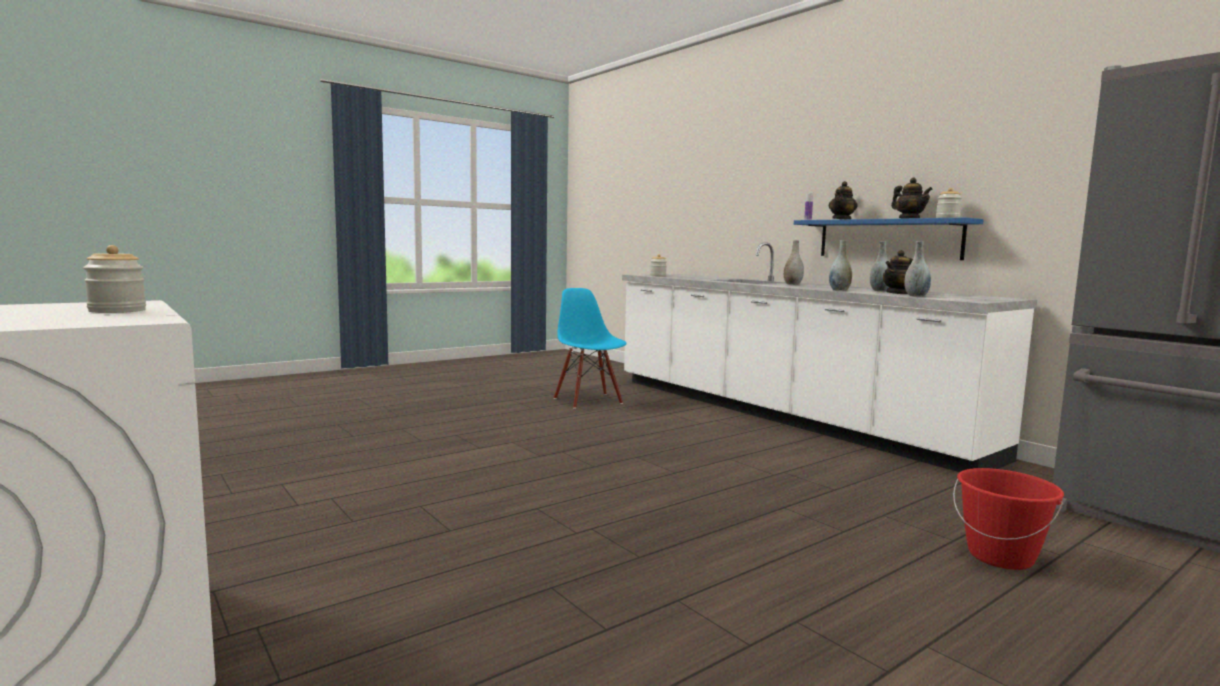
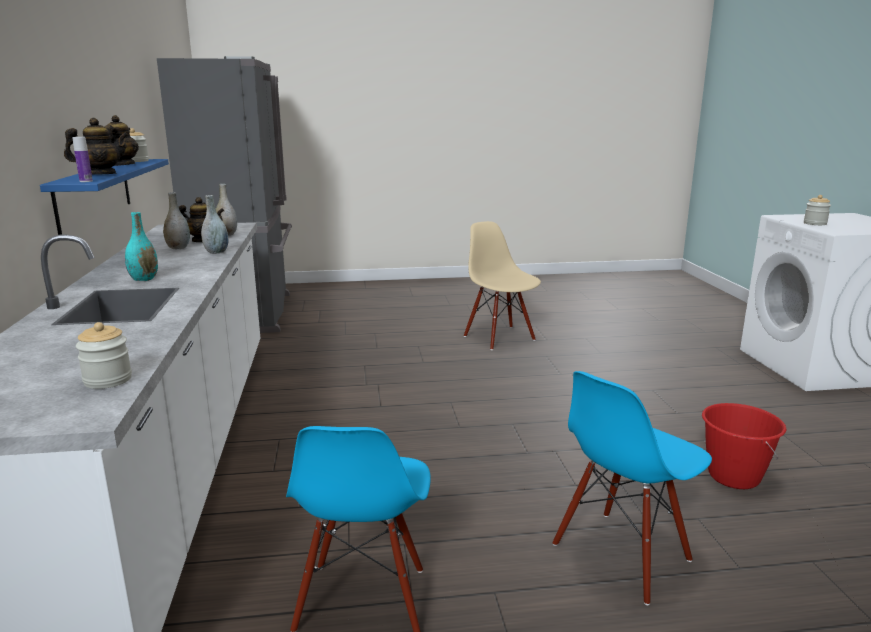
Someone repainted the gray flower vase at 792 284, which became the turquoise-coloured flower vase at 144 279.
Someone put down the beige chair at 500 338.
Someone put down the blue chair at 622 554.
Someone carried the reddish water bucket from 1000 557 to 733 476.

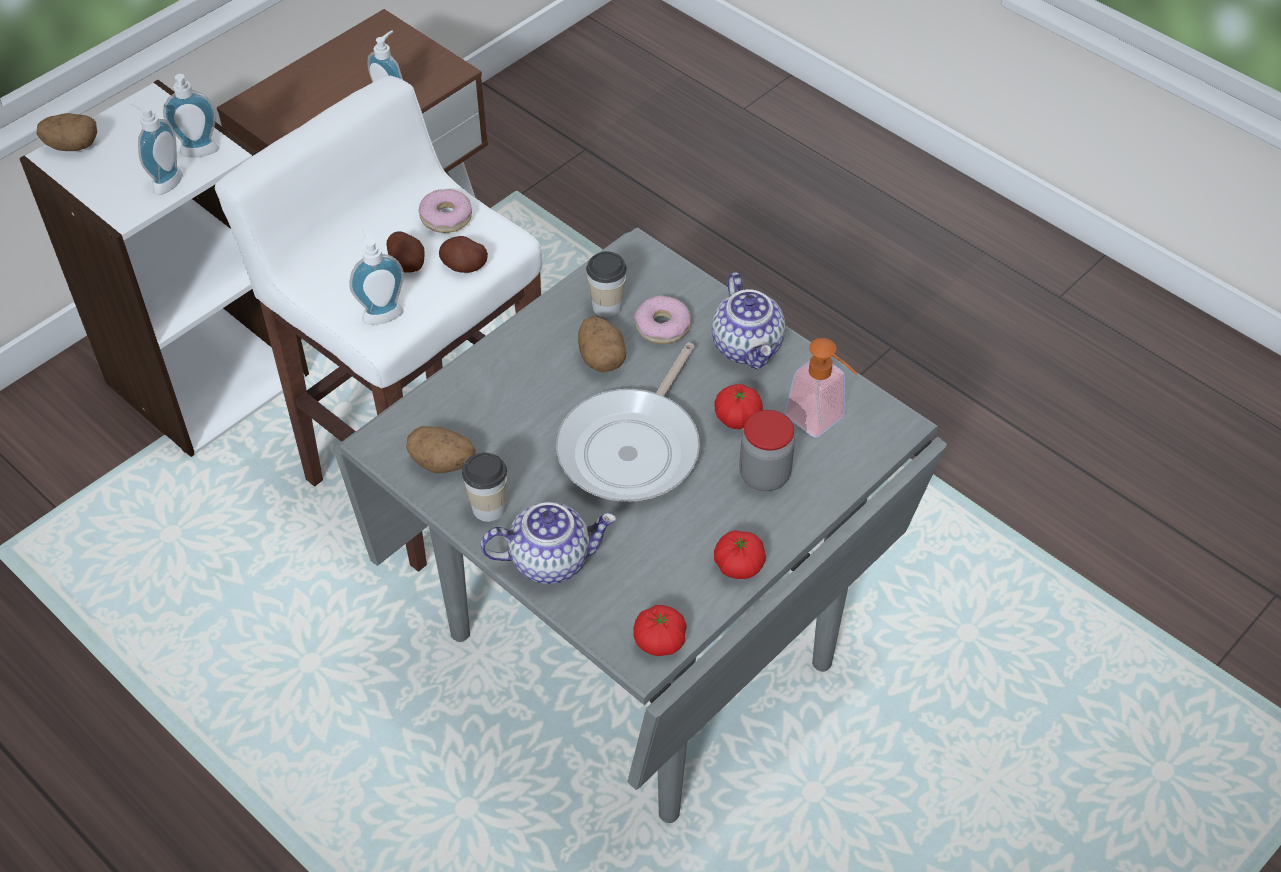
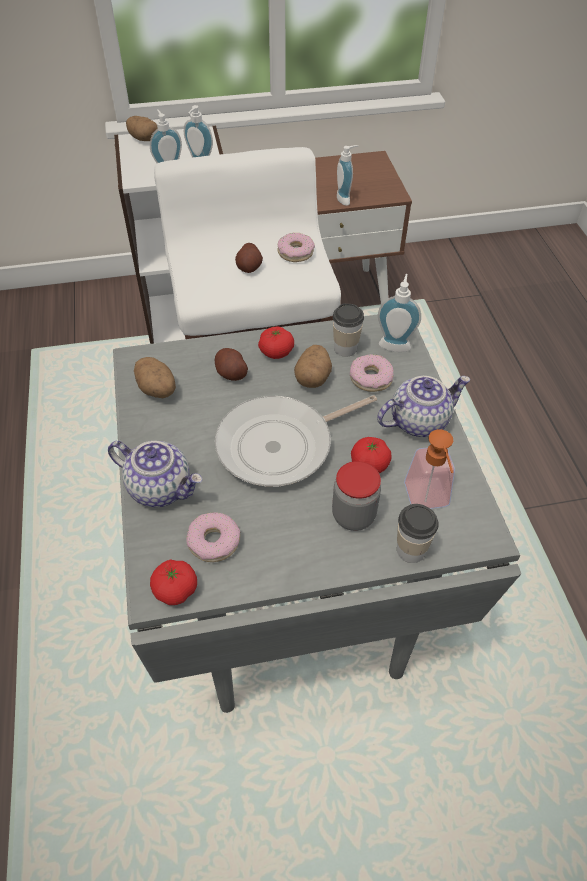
Someone put down the doughnut at 214 541.
Someone carried the whole potato from 464 266 to 231 373.
Someone carried the fresh tomato from 739 565 to 276 352.
Someone rotated the teapot at 748 347 by 135 degrees counterclockwise.
Someone carried the soap dispenser from 381 312 to 395 344.
Someone carried the small cup from 488 508 to 410 550.

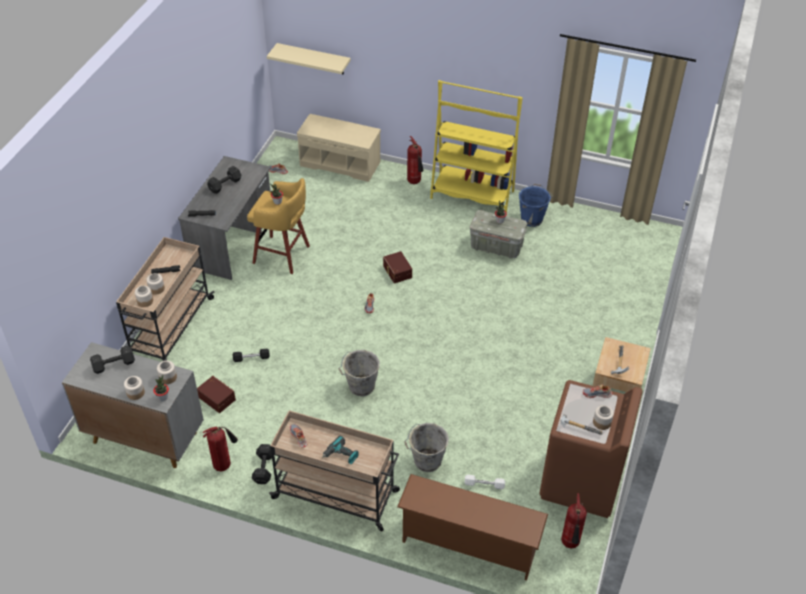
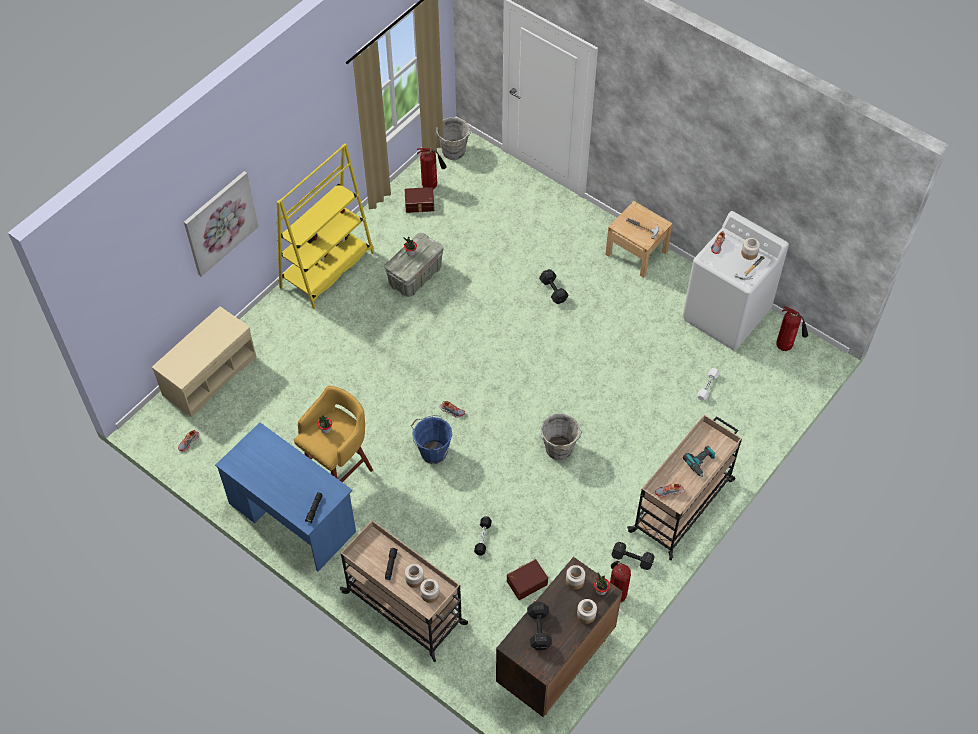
Someone put up the picture at 220 223.
Someone repainted the gray desk table at 232 242, which became the blue desk table at 292 517.
Someone carried the brown storage box from 396 272 to 419 204.
Someone carried the blue water bucket from 532 218 to 432 451.
Someone carried the fire extinguisher from 415 182 to 431 186.
Someone carried the gray water bucket from 426 461 to 453 152.
Someone repainted the gray cupboard at 144 437, which became the brown cupboard at 555 662.
Someone carried the black free weight from 226 185 to 553 290.
Someone repainted the brown washing machine at 581 481, which became the white-coloured washing machine at 726 315.
Someone took away the beige wall shelf at 313 59.
Someone took away the brown shoe shelf at 468 545.

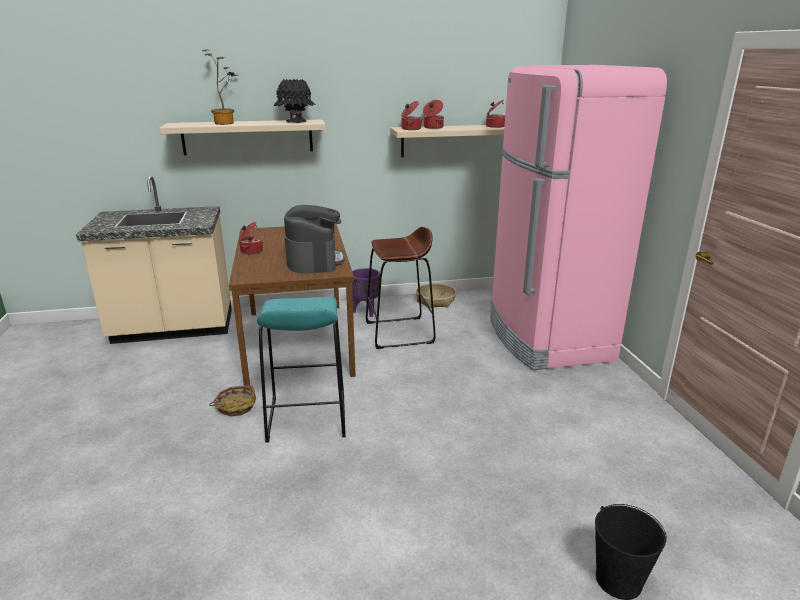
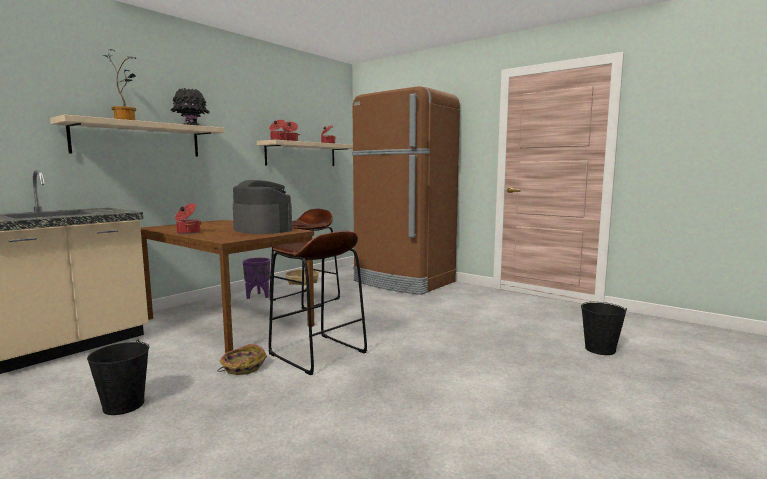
Someone put down the black water bucket at 123 405.
Someone repainted the turquoise-coloured stool at 306 417, which became the brown stool at 317 353.
Someone repainted the pink refrigerator at 547 339, which became the brown refrigerator at 403 282.

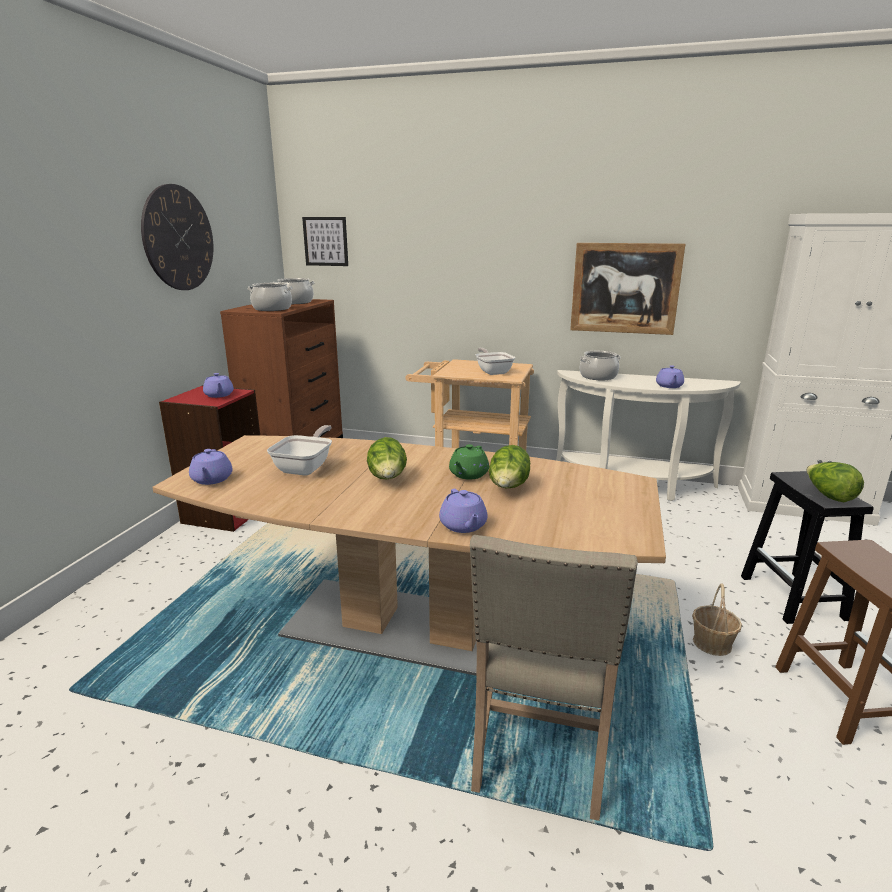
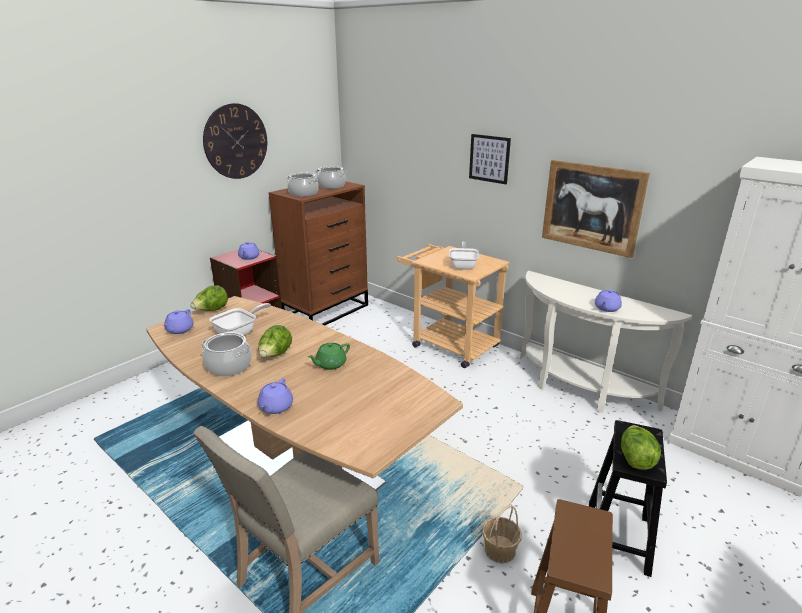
Someone carried the head of lettuce from 508 488 to 211 311.
Someone carried the cooking pot from 598 376 to 229 366.
Someone carried the picture from 325 241 to 489 158.

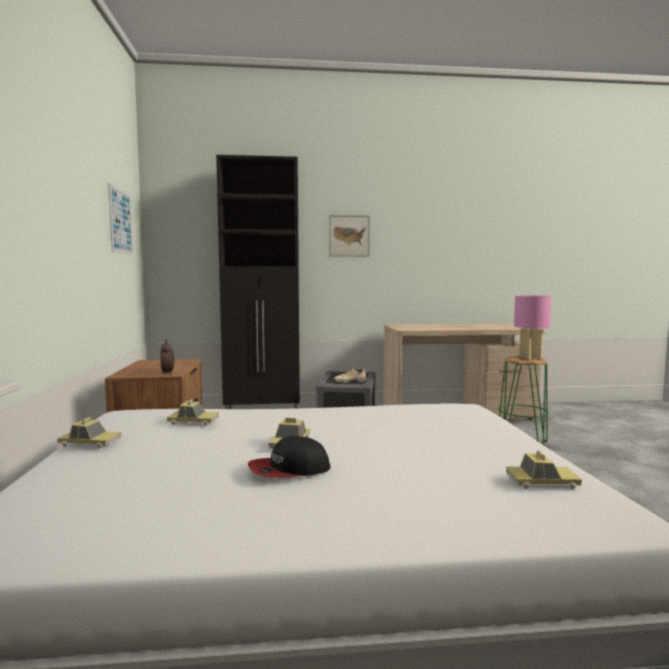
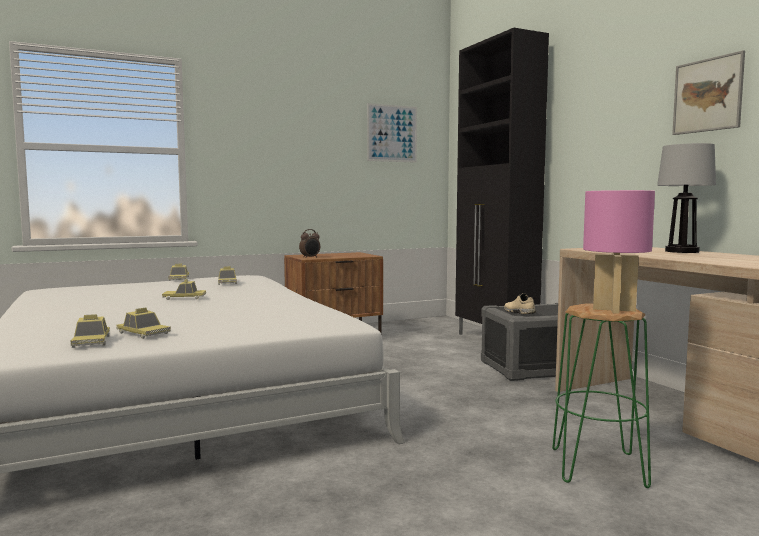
Someone put down the toy car at 143 333.
Someone put down the lamp for a table at 682 251.
Someone carried the picture from 349 236 to 707 95.
Someone took away the cap at 289 470.

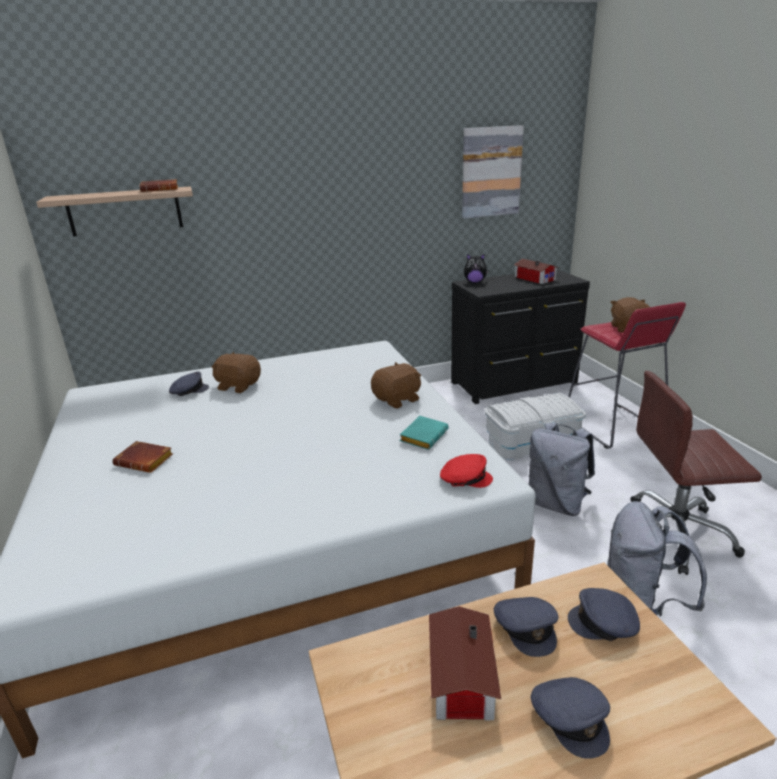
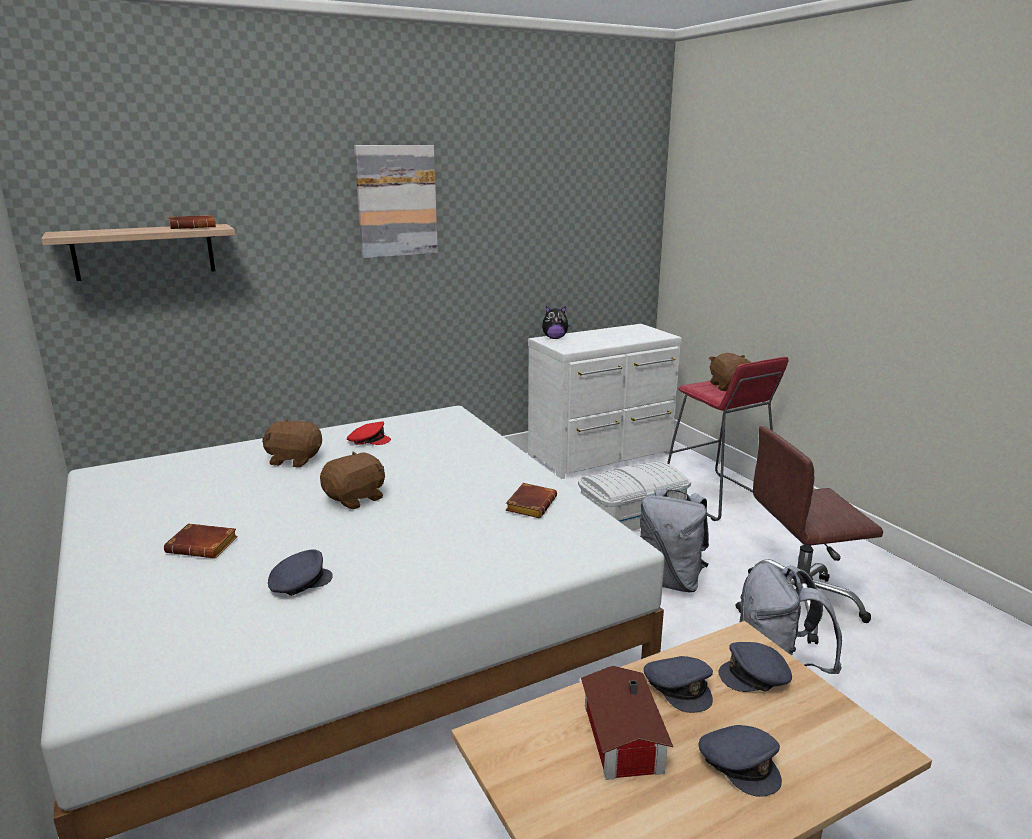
Someone carried the gray cap from 188 390 to 299 583.
Someone carried the brown plush toy from 397 400 to 356 499.
Someone carried the reddish cap from 465 478 to 368 440.
Someone carried the picture from 491 172 to 396 201.
Someone repainted the turquoise-coloured bound book at 423 436, which became the brown bound book at 530 504.
Someone repainted the black drawer chest at 515 384, which became the white-coloured drawer chest at 603 455.
Someone took away the model house at 534 278.

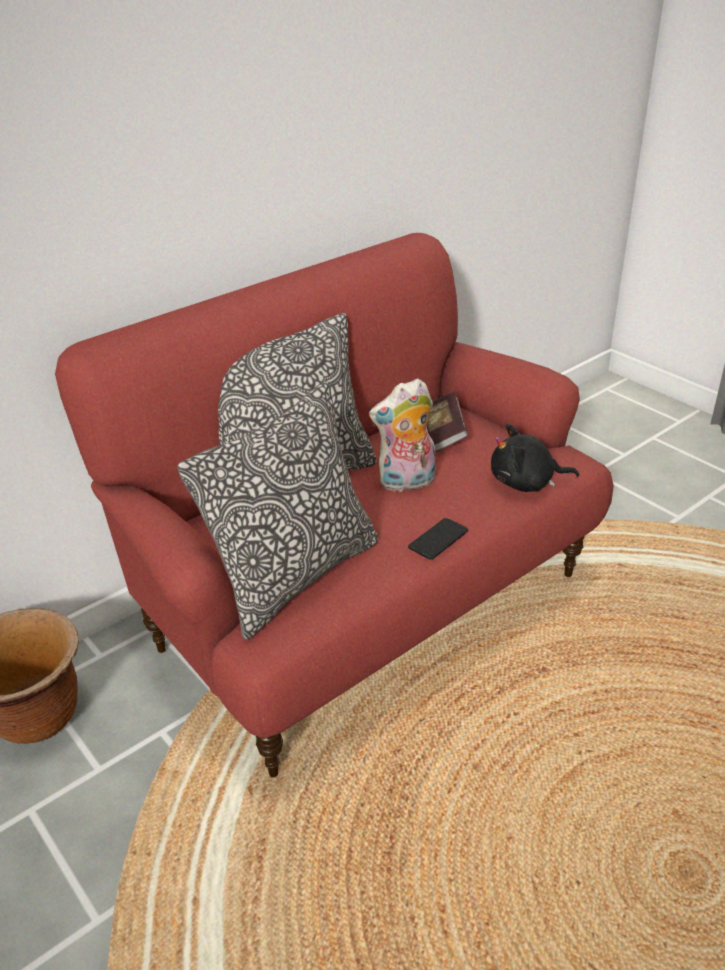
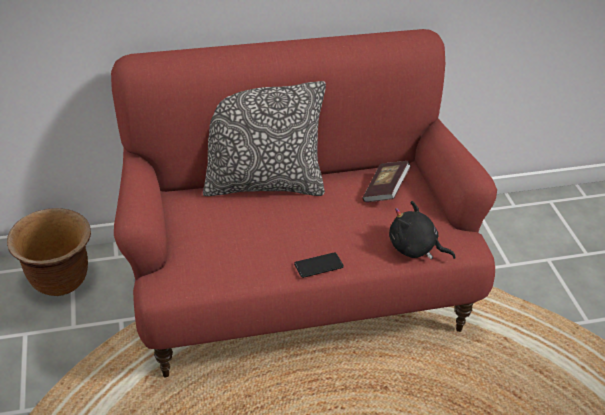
Someone took away the cushion at 295 576.
Someone took away the plush toy at 406 483.

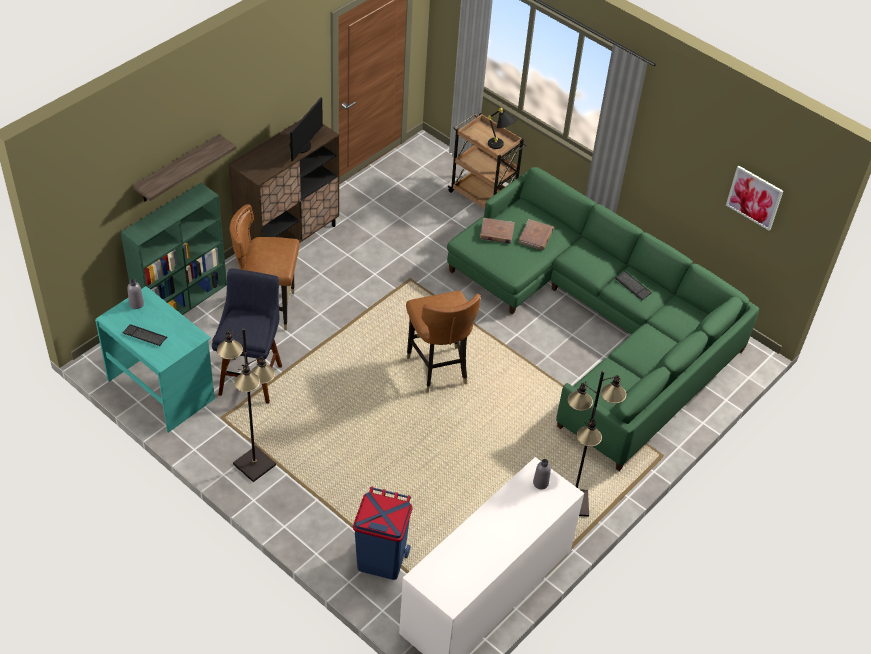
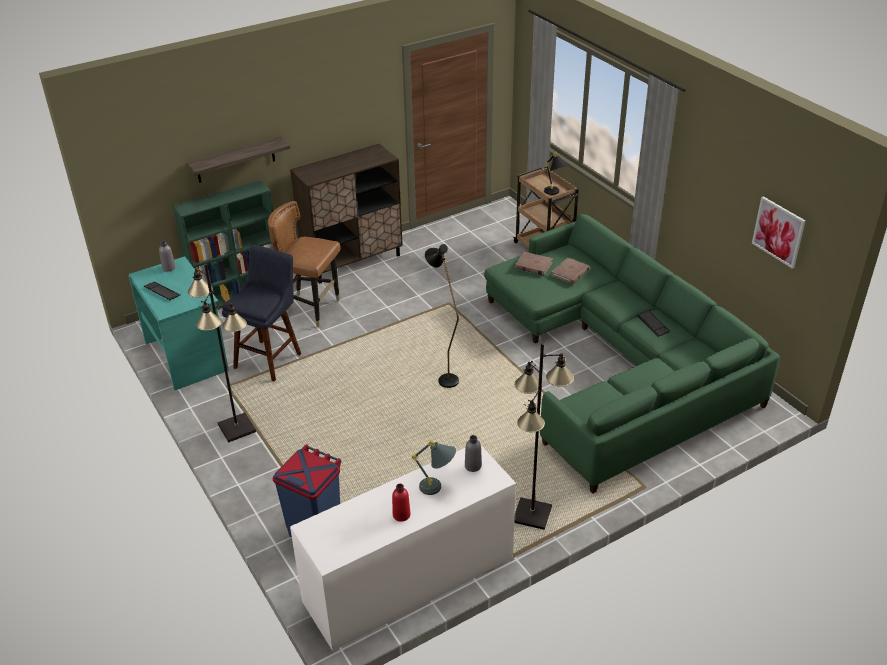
Someone put down the reddish drink bottle at 401 515.
Someone put down the gray lamp for a table at 438 488.
Someone swapped the brown chair at 438 369 for the black standing lamp at 444 377.
Someone took away the computer screen at 302 147.

